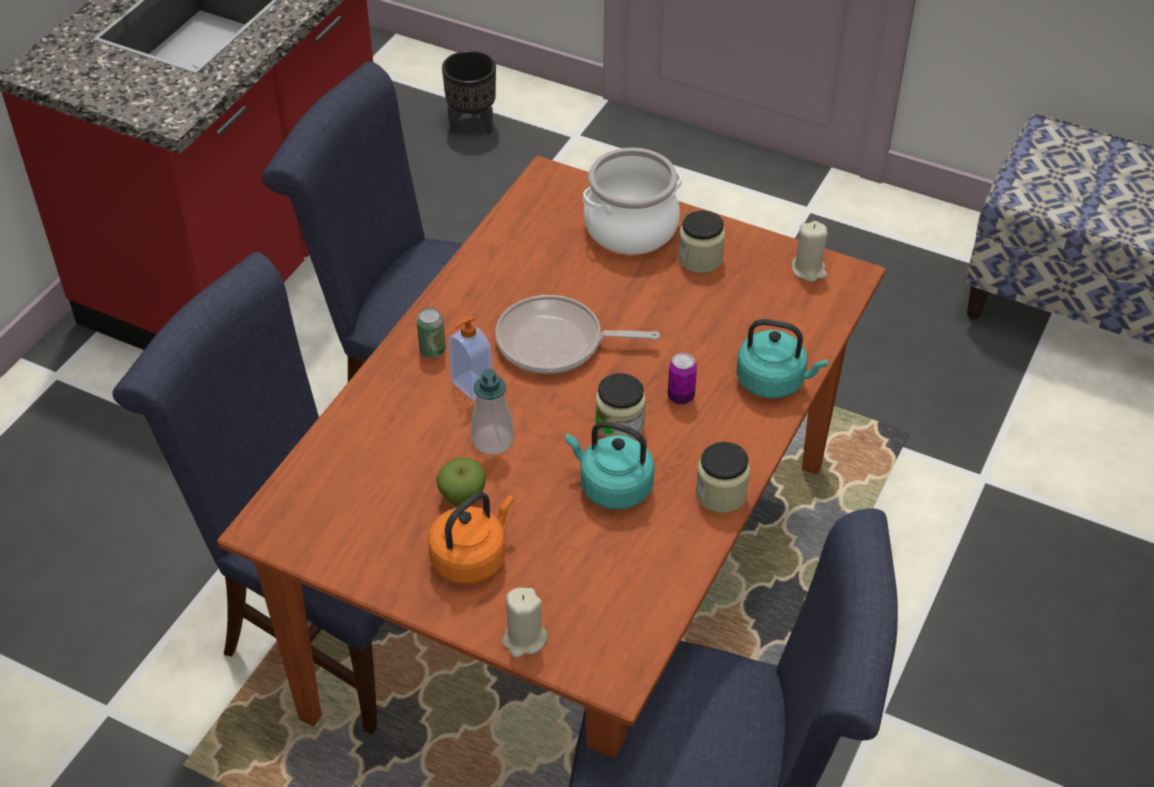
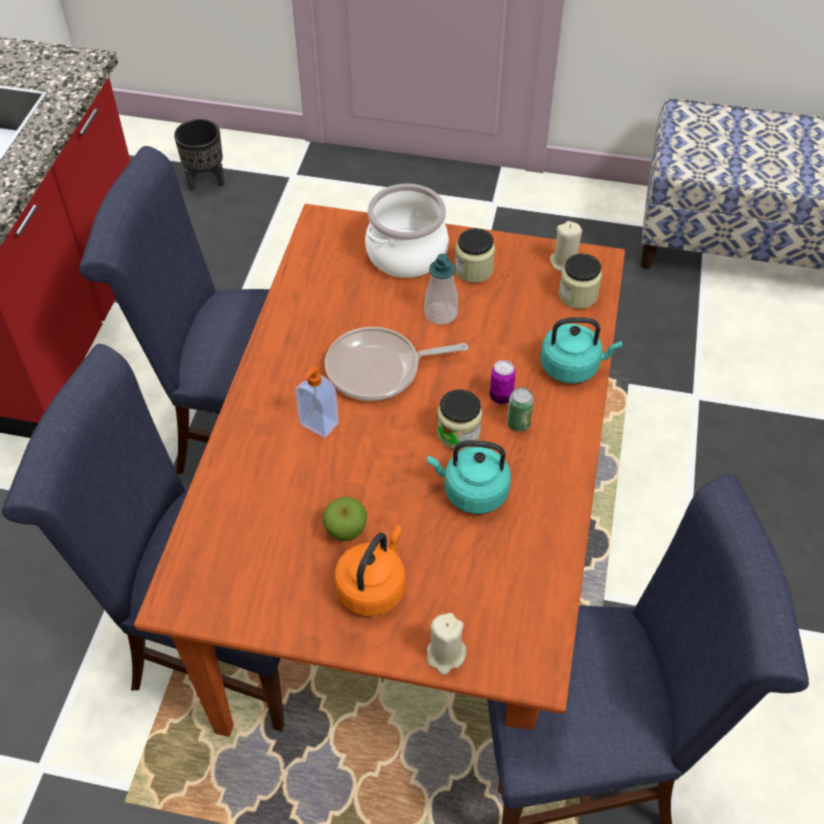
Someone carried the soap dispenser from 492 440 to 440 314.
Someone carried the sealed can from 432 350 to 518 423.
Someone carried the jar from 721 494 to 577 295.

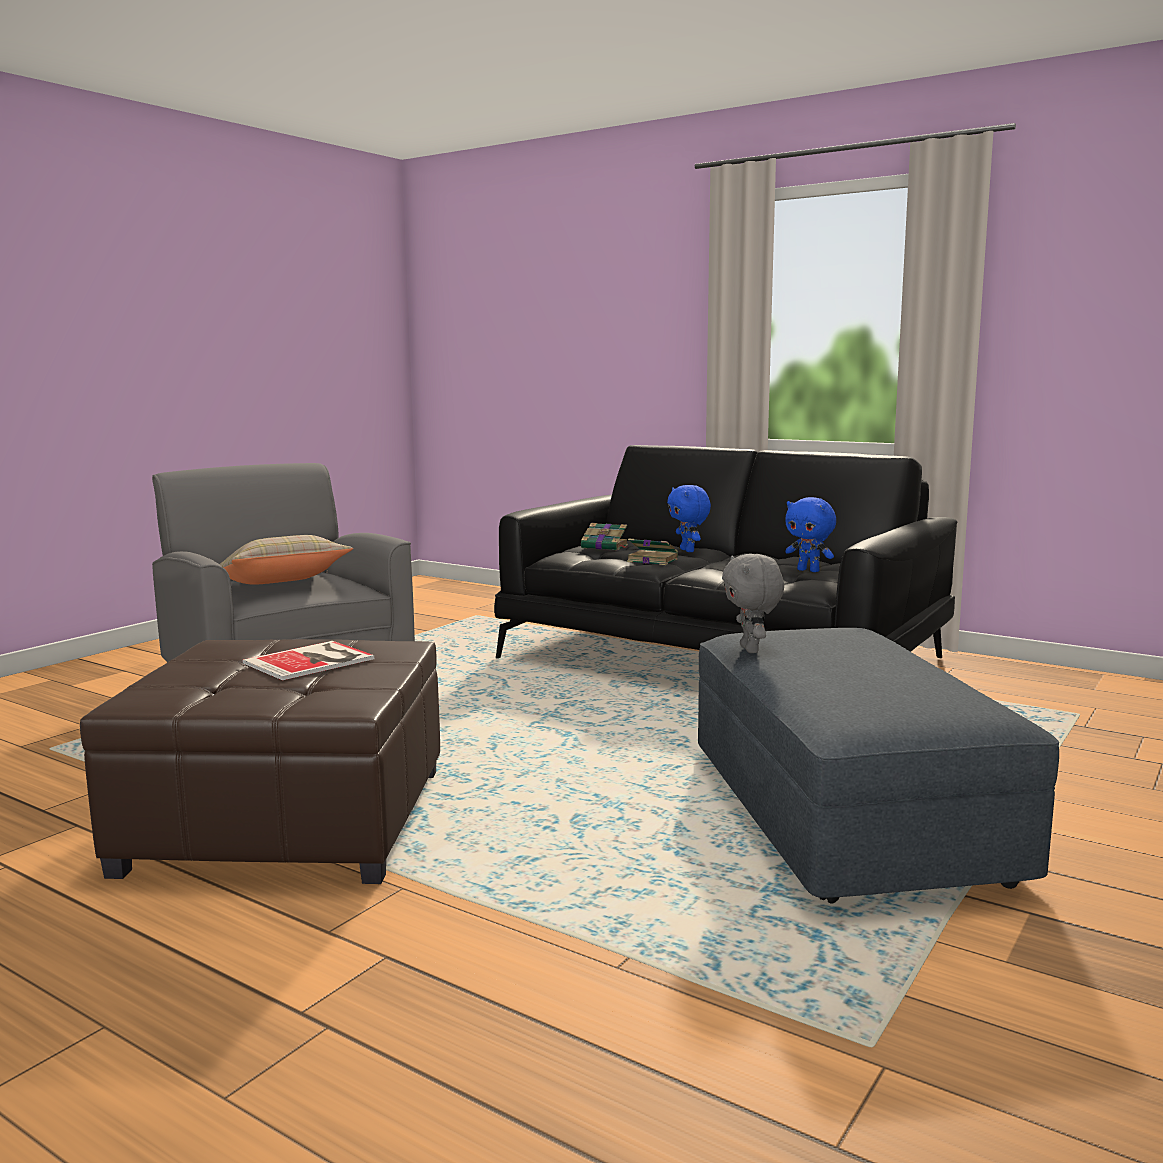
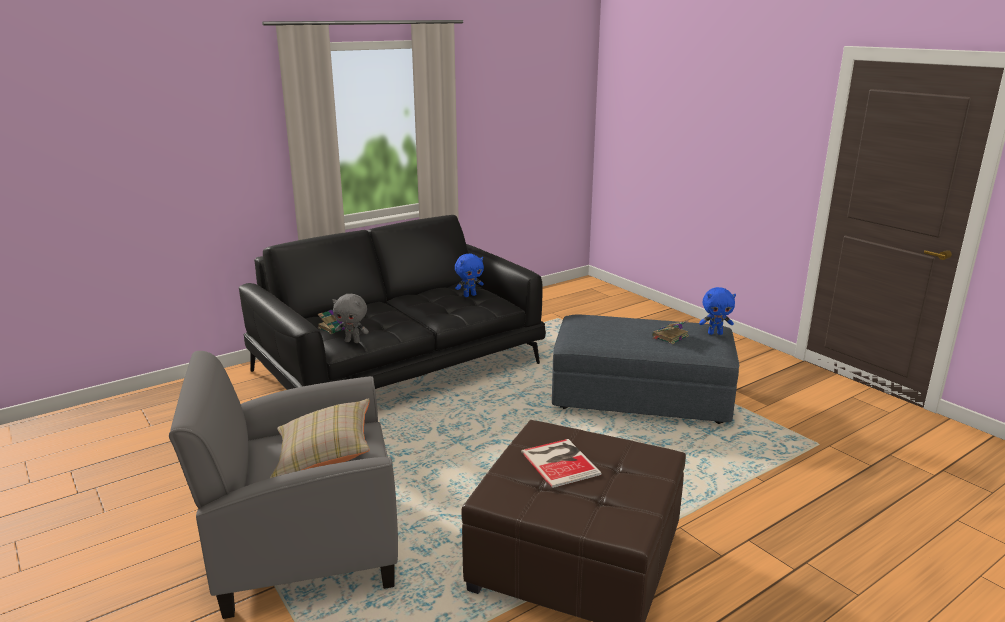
Someone carried the gray plush toy from 751 649 to 353 341.
Someone carried the bound book from 651 560 to 669 336.
Someone carried the blue plush toy from 688 550 to 715 333.

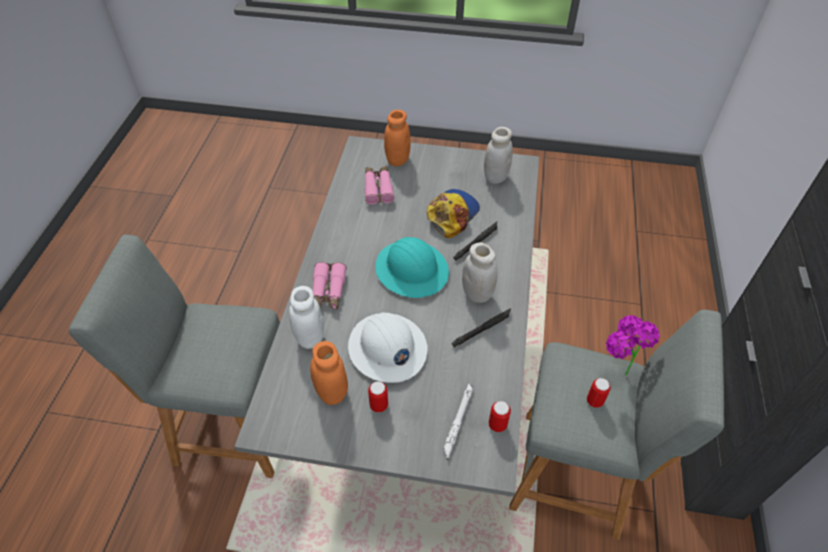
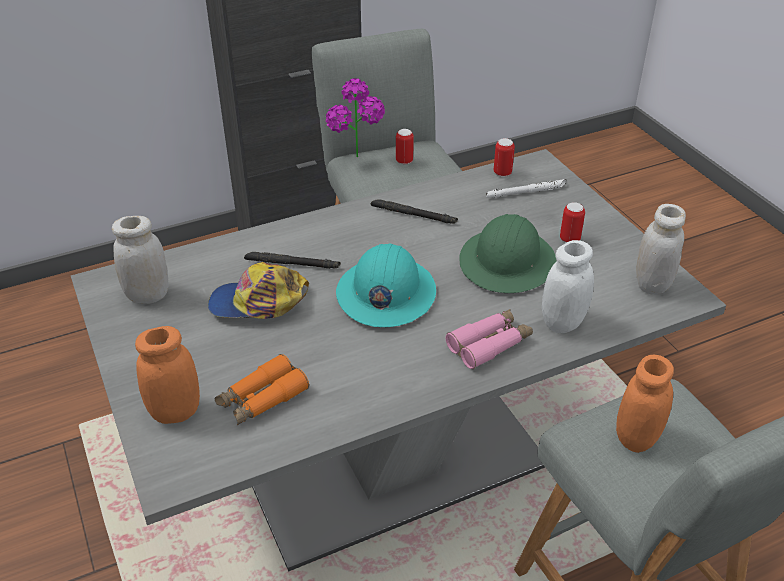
Someone repainted the pink pair of binoculars at 378 188, which became the orange-coloured pair of binoculars at 262 399.
Someone repainted the white-coloured work helmet at 387 349, which became the greenish work helmet at 507 262.
Someone carried the orange-coloured jar from 332 392 to 636 438.
Someone carried the white-coloured jar from 477 293 to 652 284.

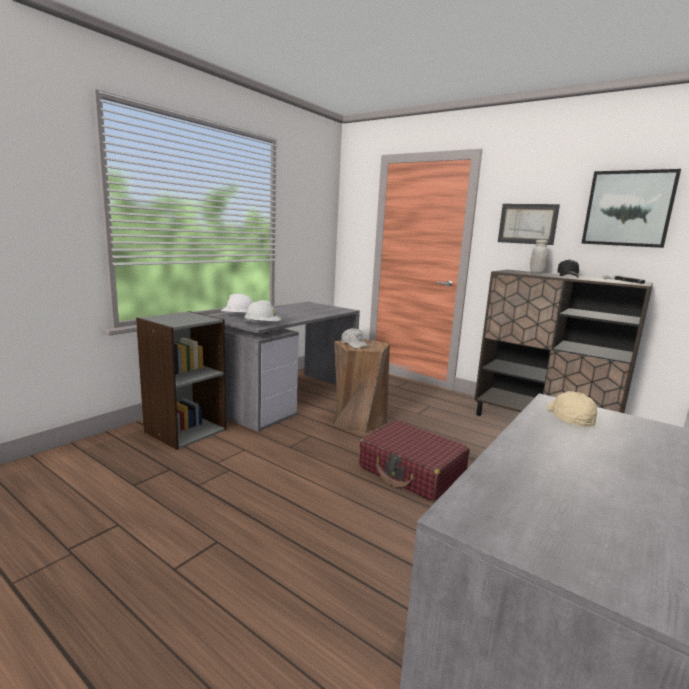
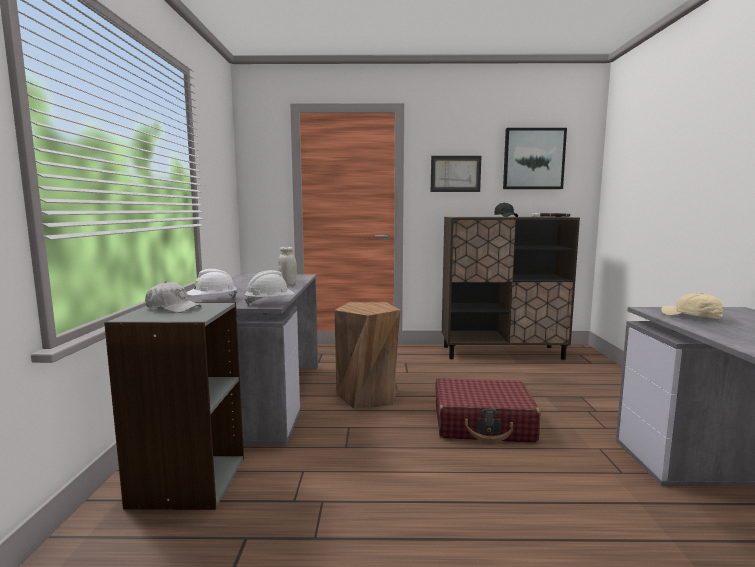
Someone carried the white-coloured cap from 354 344 to 173 308.
Someone carried the white-coloured jar from 537 272 to 287 284.

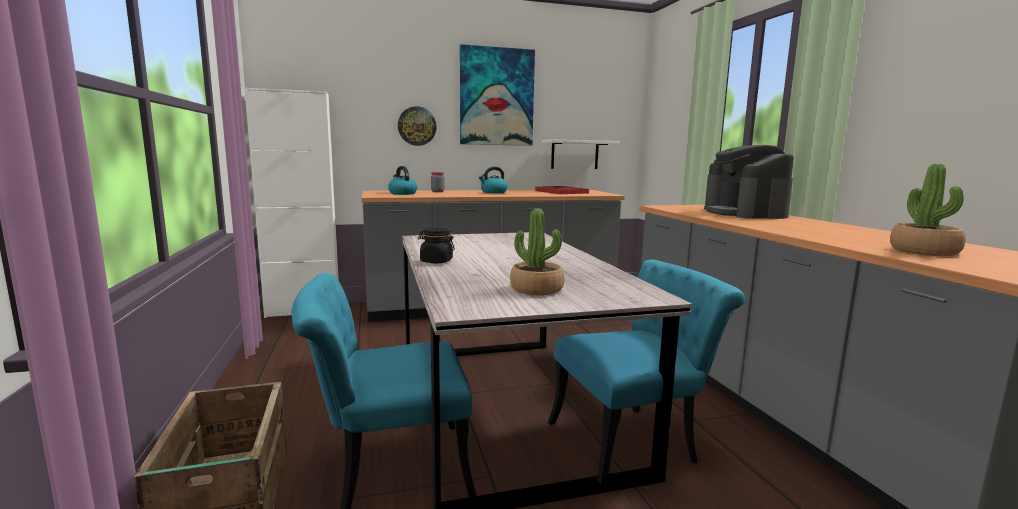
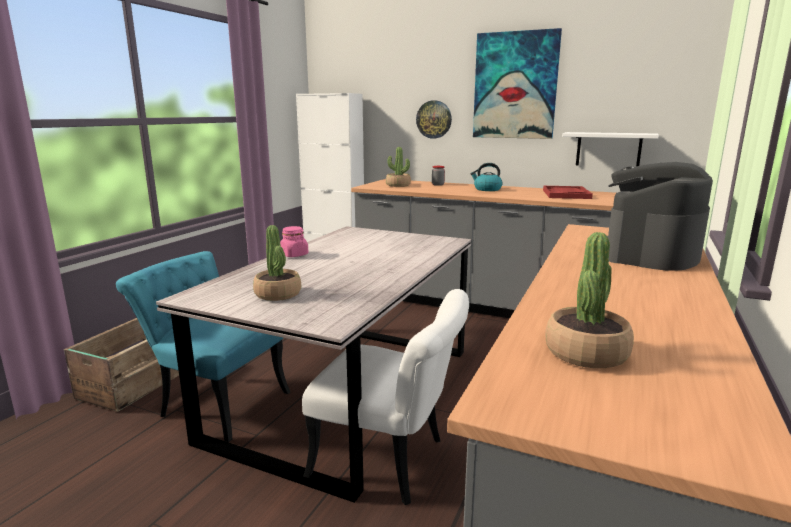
Someone repainted the black jar at 436 261, which became the pink jar at 294 255.
Someone repainted the turquoise-coloured chair at 633 440, which became the white-coloured chair at 391 461.
Someone swapped the tea kettle at 402 193 for the houseplant at 398 185.

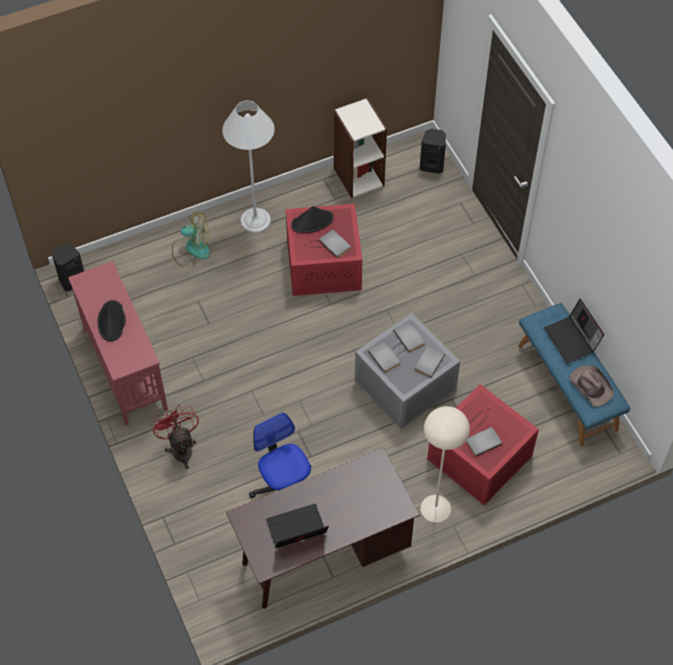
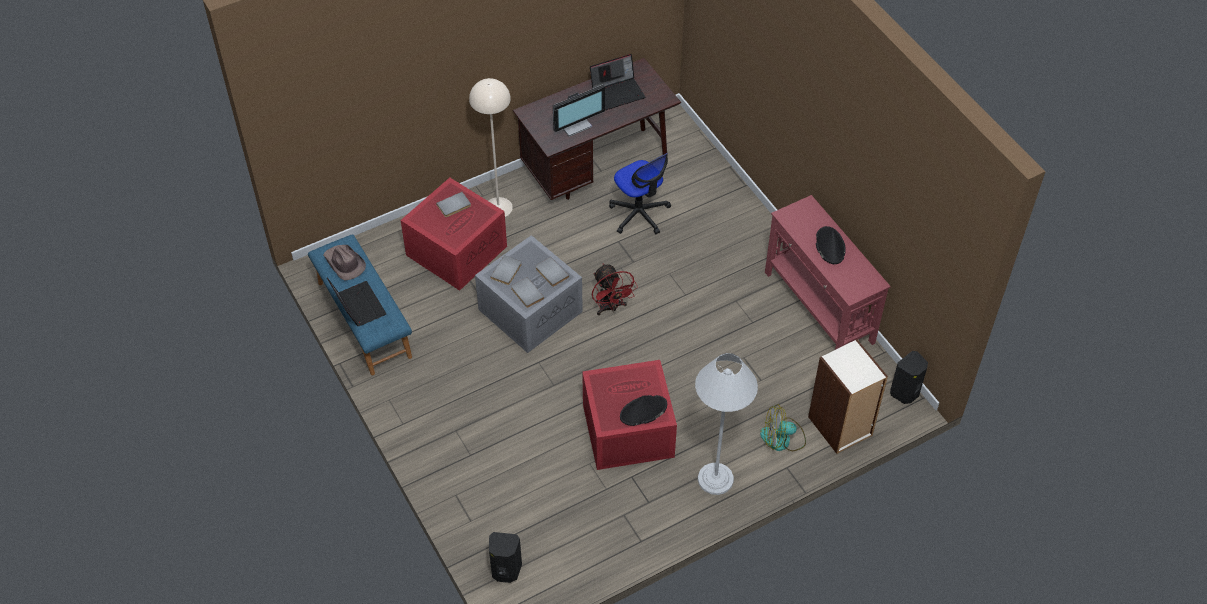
Someone put down the computer screen at 575 124.
Someone carried the reddish fan from 181 448 to 610 307.
Someone carried the bookcase from 358 176 to 840 427.
Someone took away the gray bound book at 335 244.

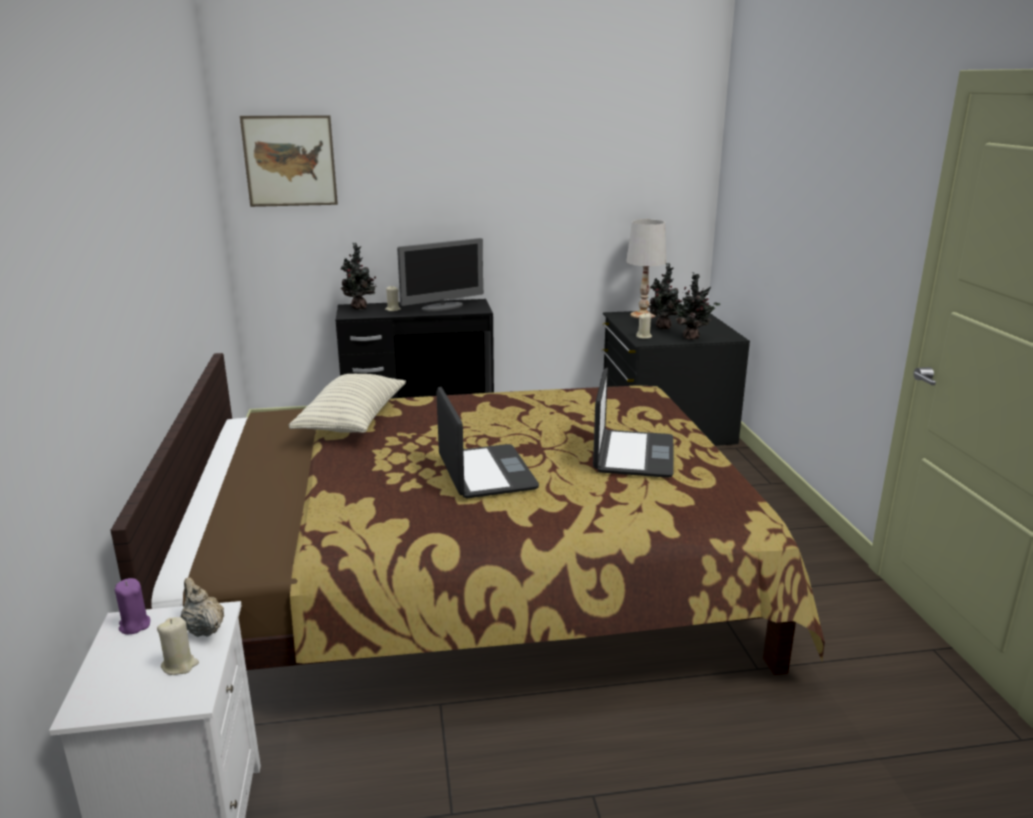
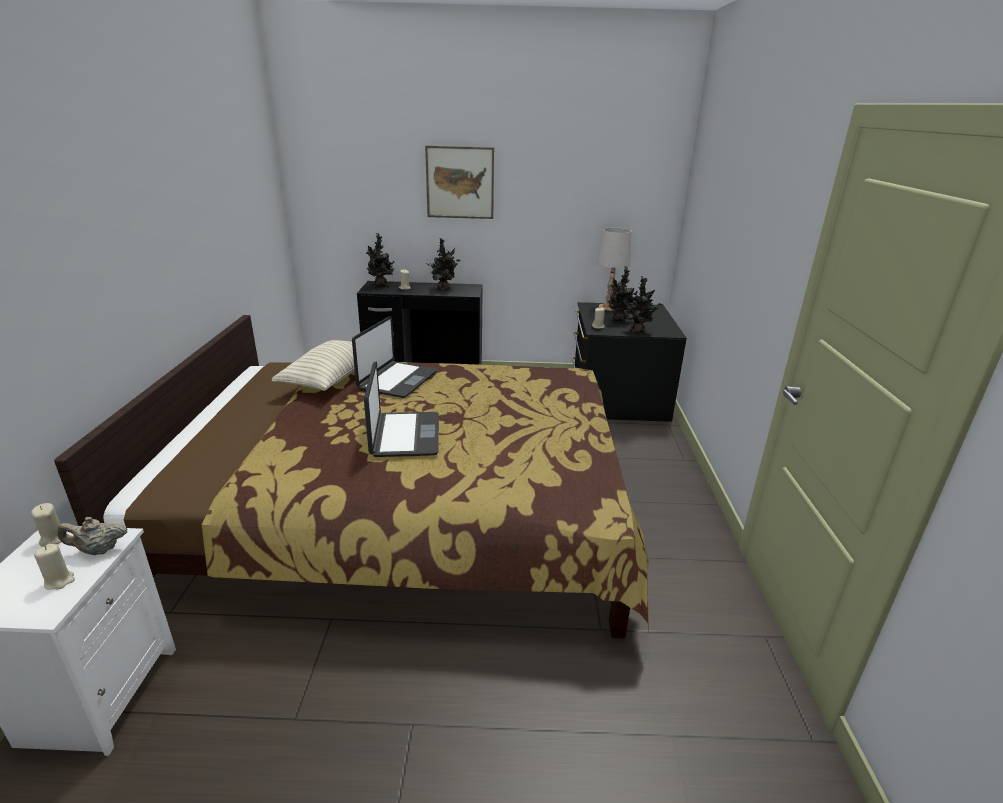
Someone repainted the purple-coloured wax light at 134 625, which became the beige wax light at 53 539.
Someone rotated the beige teapot at 203 629 by 75 degrees counterclockwise.
Someone carried the notebook computer from 632 455 to 397 380.
Someone carried the picture from 290 161 to 460 183.
Someone swapped the computer screen at 442 307 for the houseplant at 444 289.

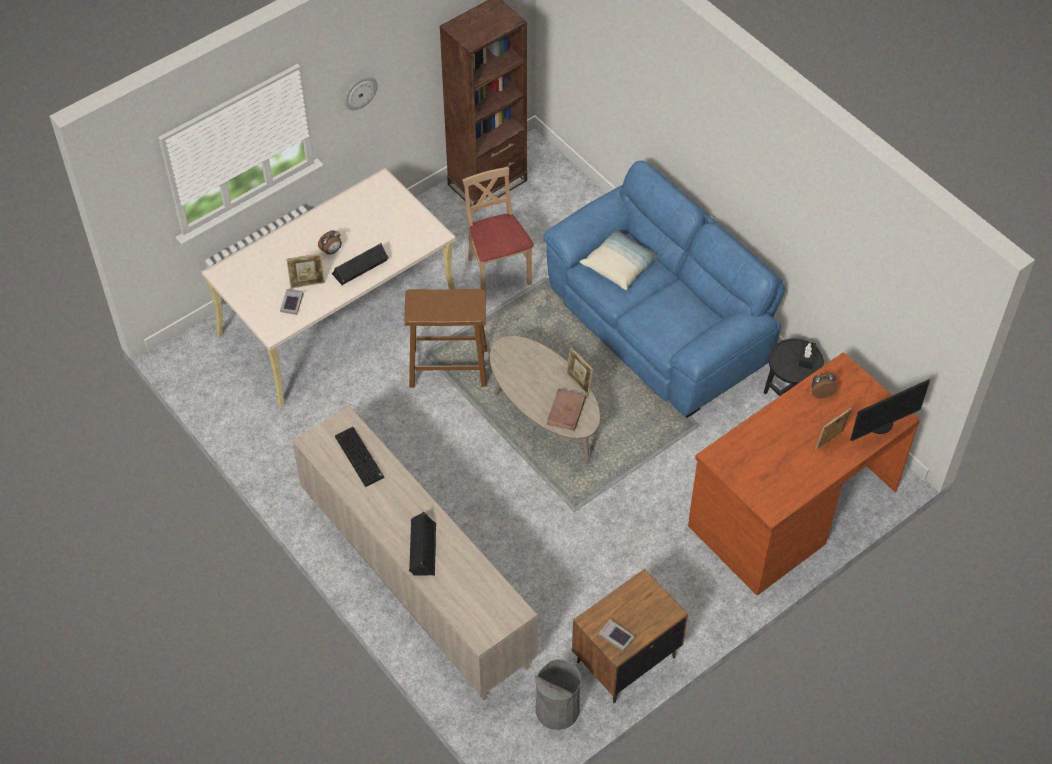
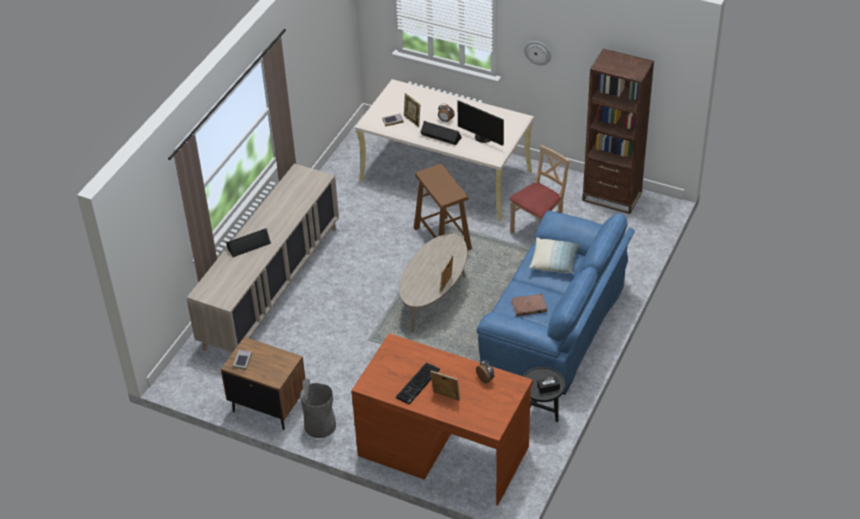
Someone carried the gray waste bin from 557 709 to 320 425.
Someone carried the computer keyboard from 360 457 to 418 384.
Someone carried the computer screen from 880 424 to 483 138.
Someone carried the brown bound book from 566 411 to 529 306.

